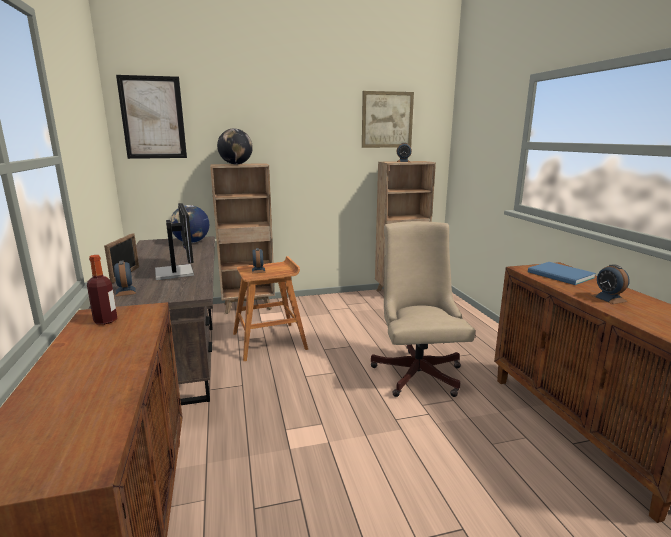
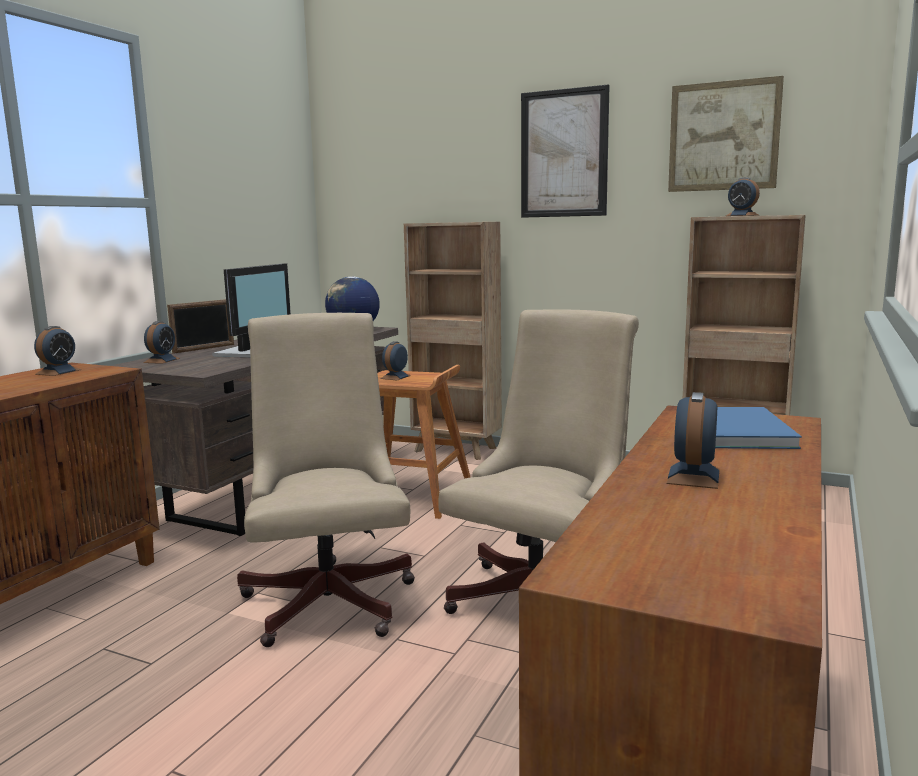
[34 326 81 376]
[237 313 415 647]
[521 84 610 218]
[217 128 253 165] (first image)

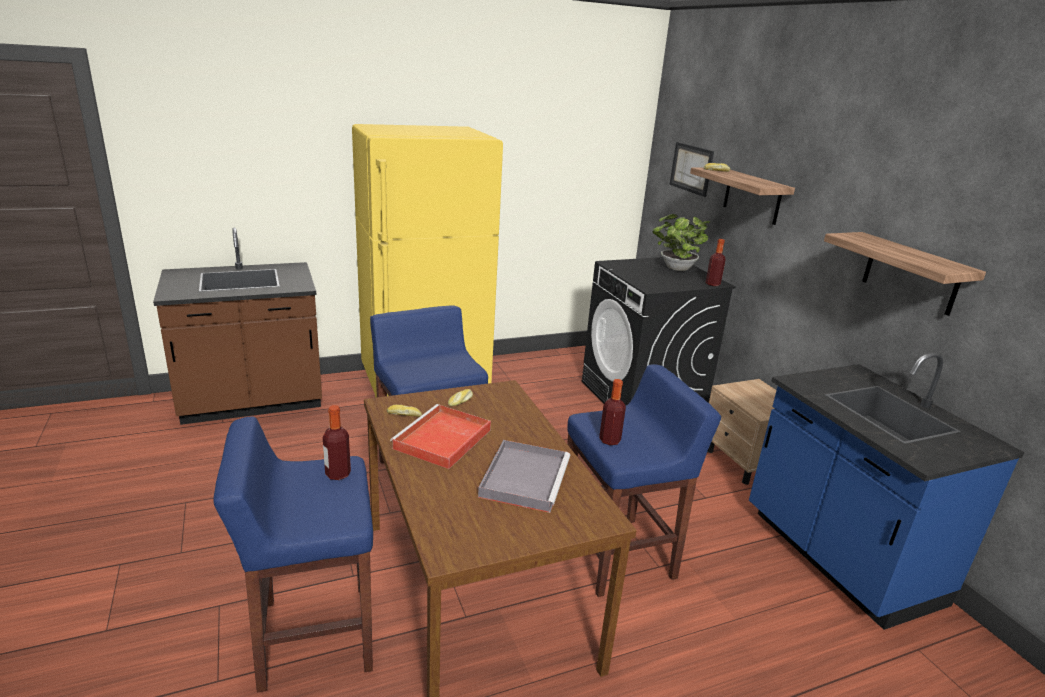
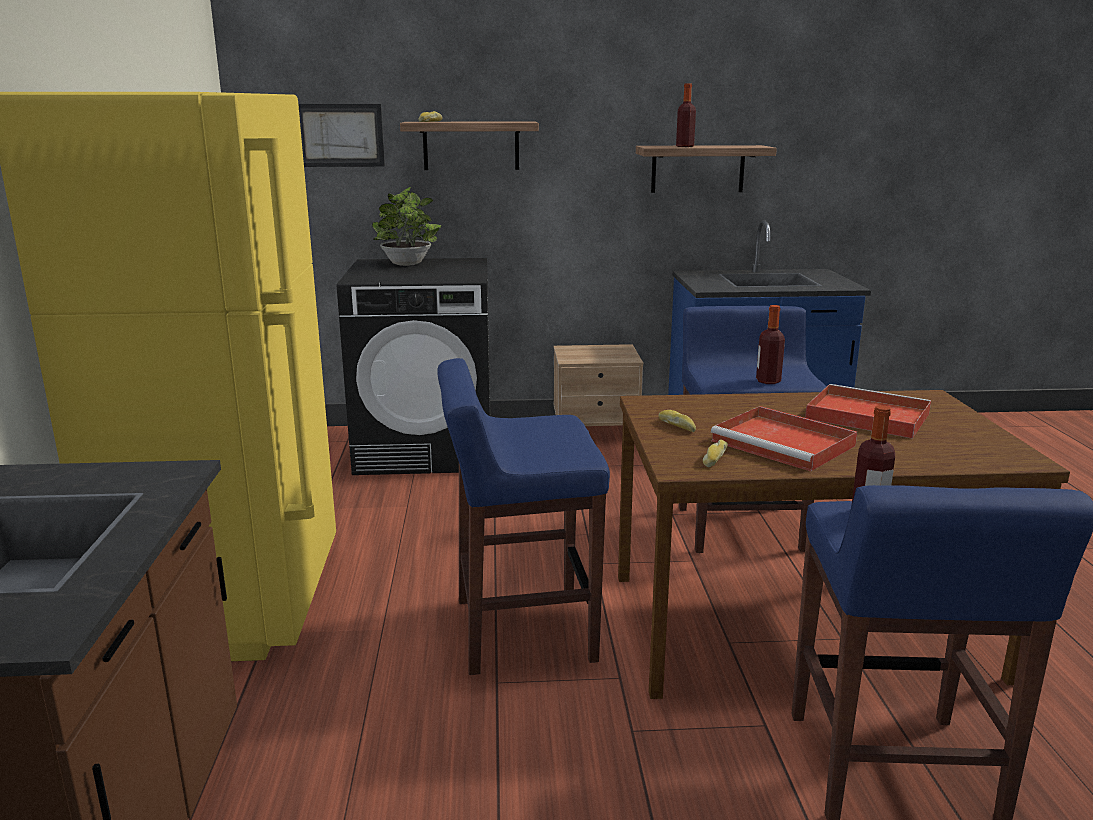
[676 84 696 147]
[805 384 931 439]

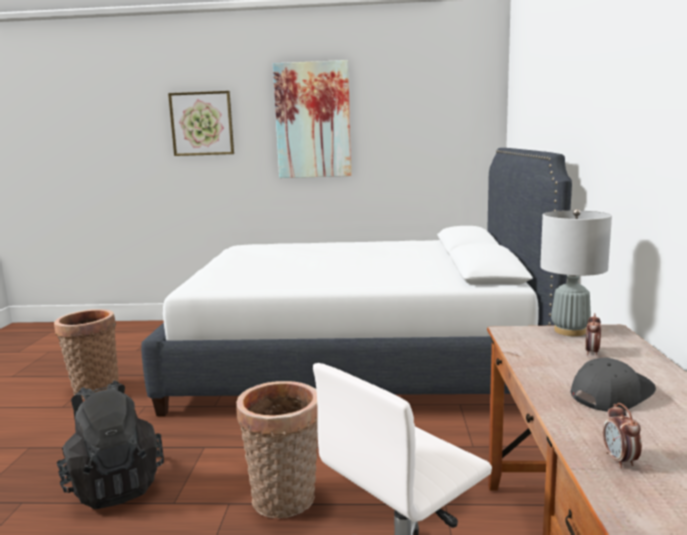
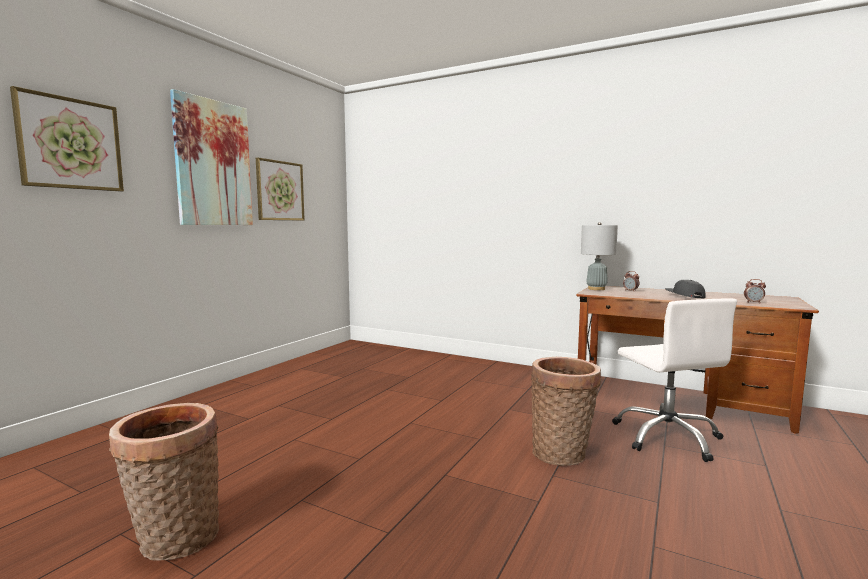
[256 158 305 221]
[57 381 164 509] (first image)
[141 148 572 416] (first image)

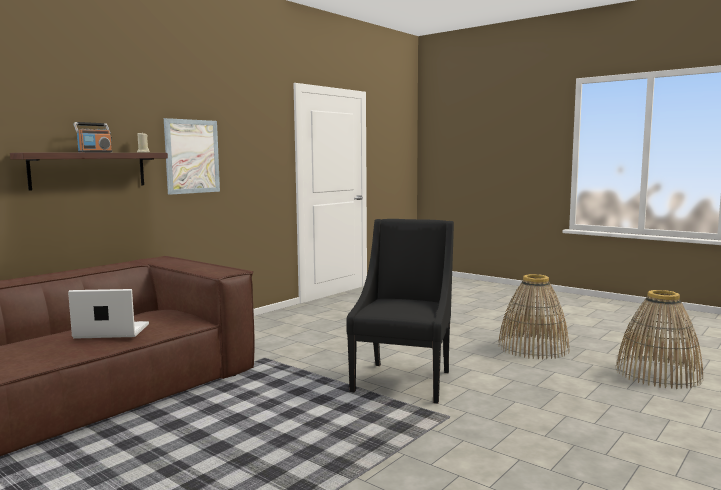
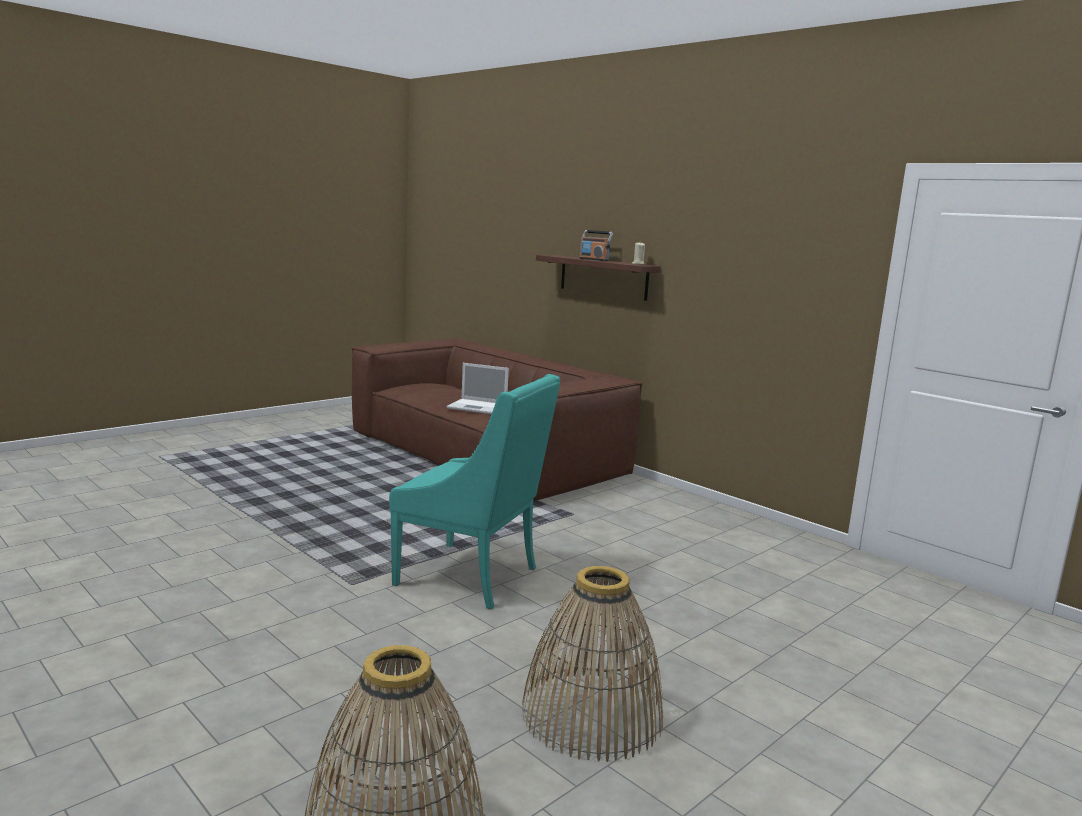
[389 374 560 610]
[447 363 509 414]
[164 118 220 195] (first image)

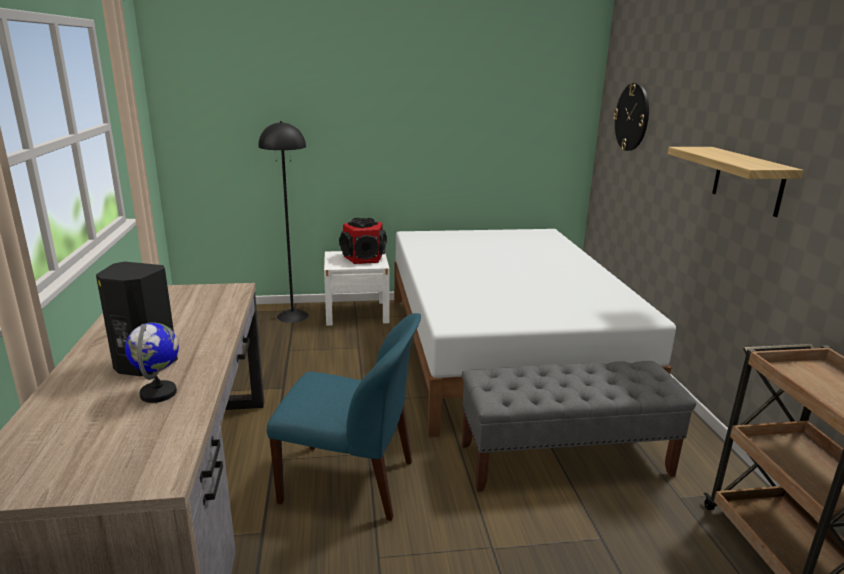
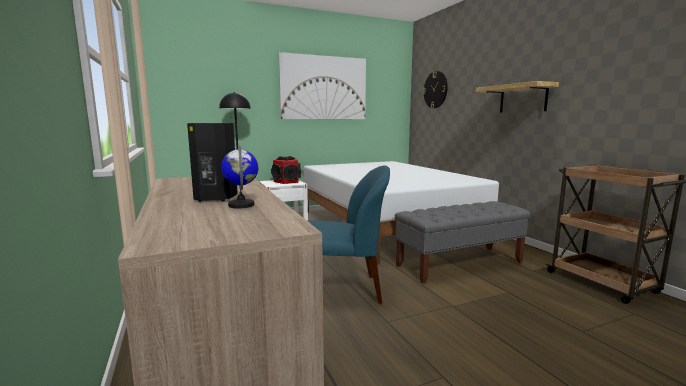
[278 52 366 119]

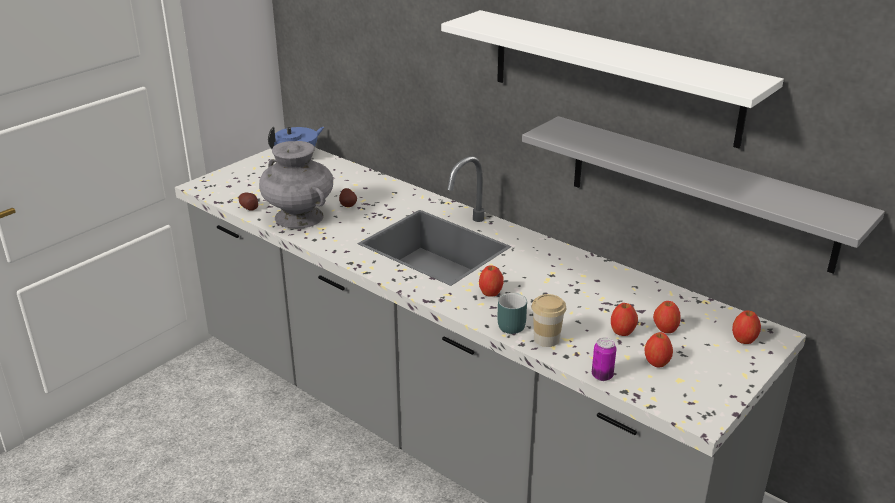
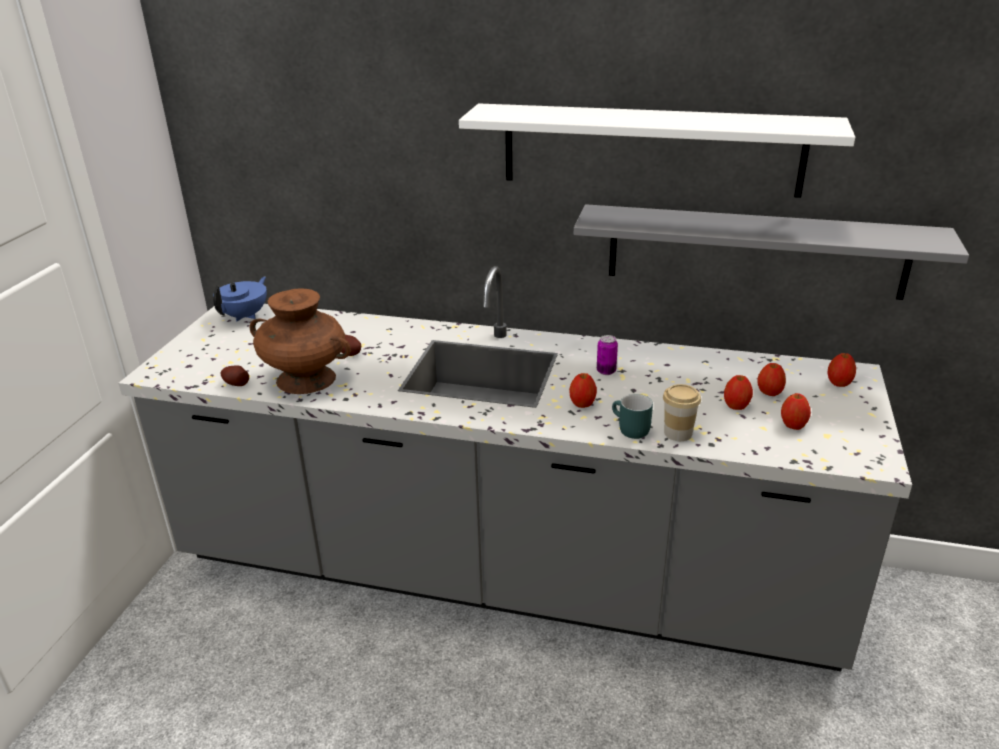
[250 288 351 394]
[597 335 618 375]

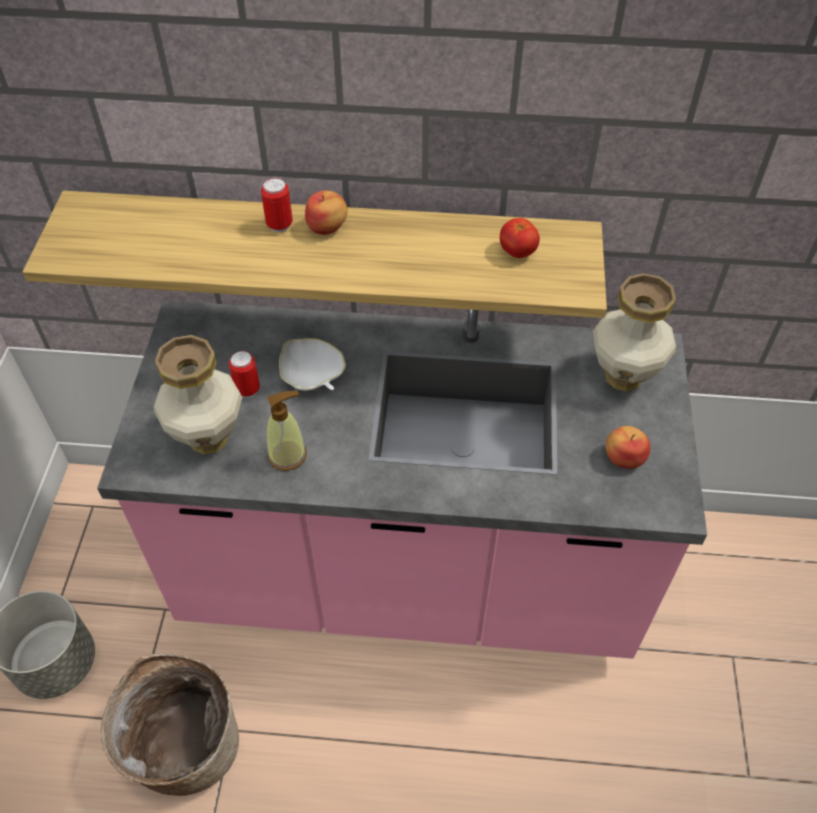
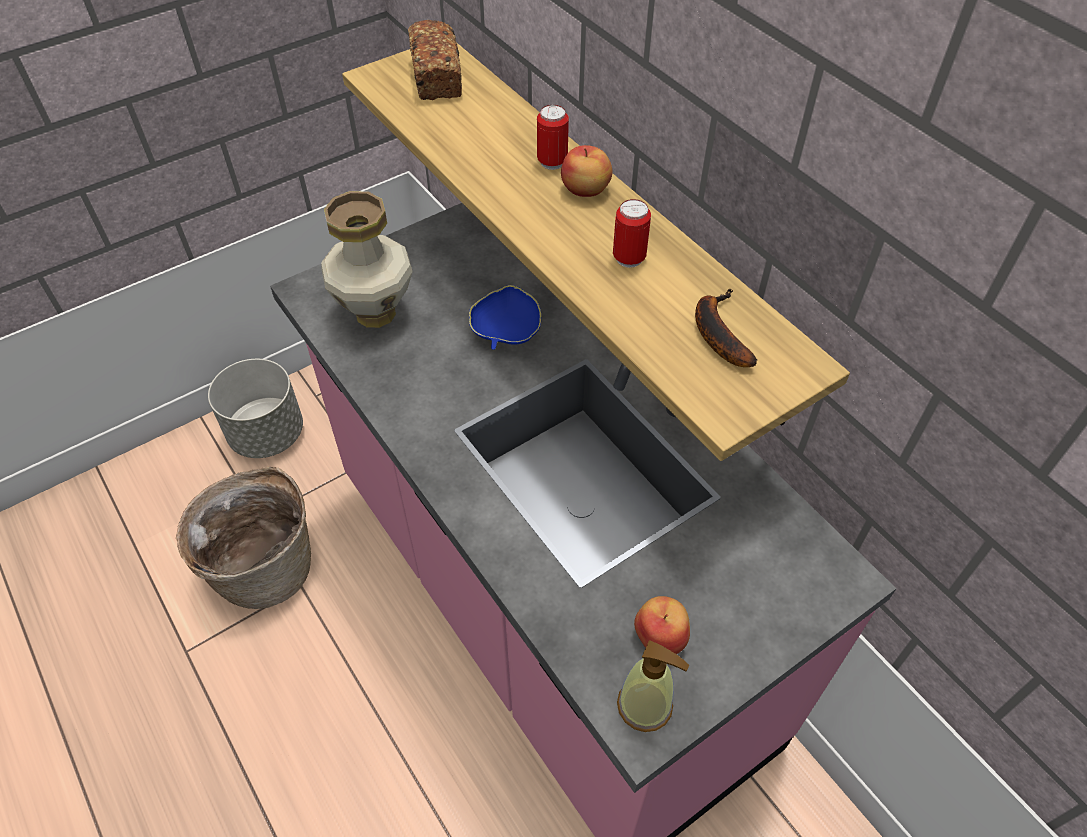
[408 20 462 100]
[469 285 541 350]
[613 199 651 268]
[617 640 689 732]
[695 289 757 367]
[593 273 676 391] (first image)

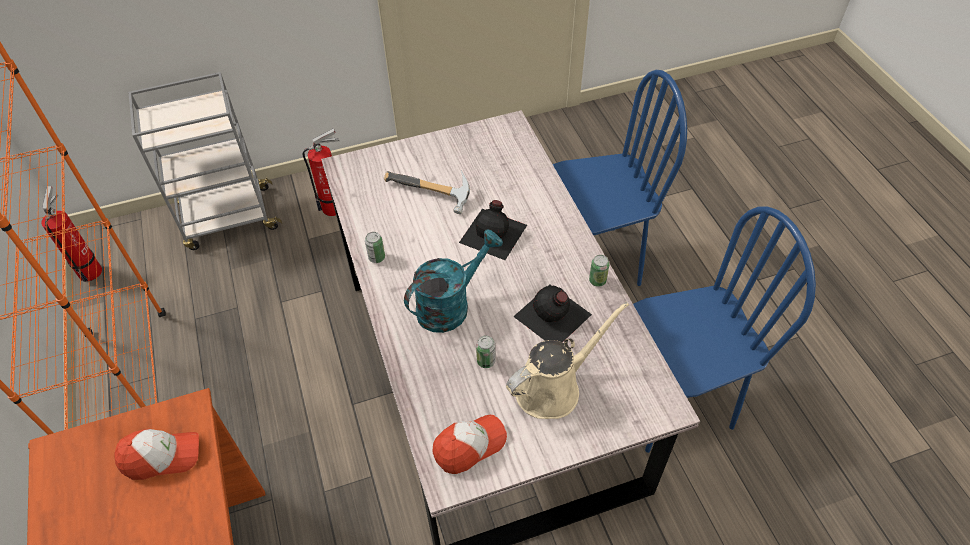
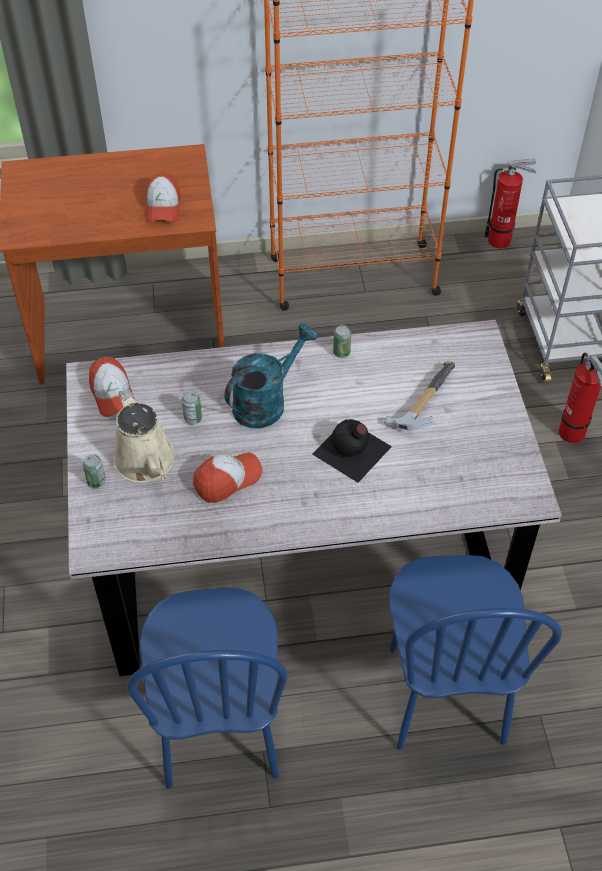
[83 454 106 488]
[193 452 262 503]
[225 323 317 428]

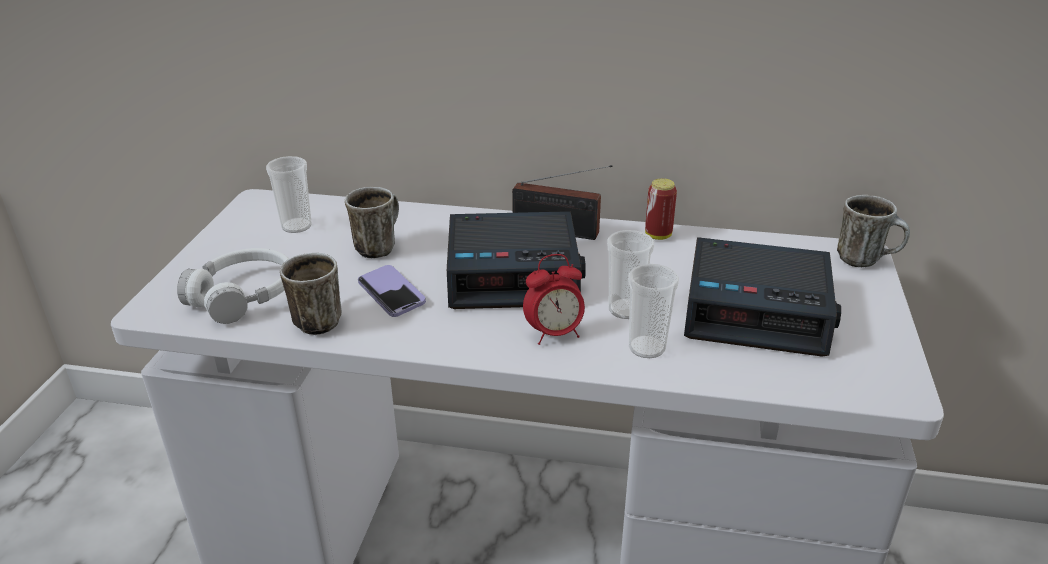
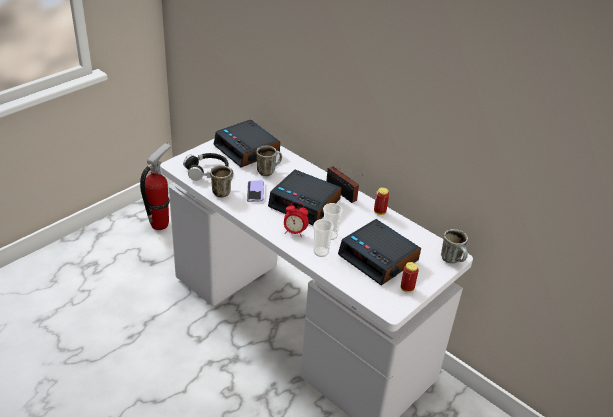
[140 142 172 230]
[183 153 229 181]
[213 120 280 167]
[401 262 419 292]

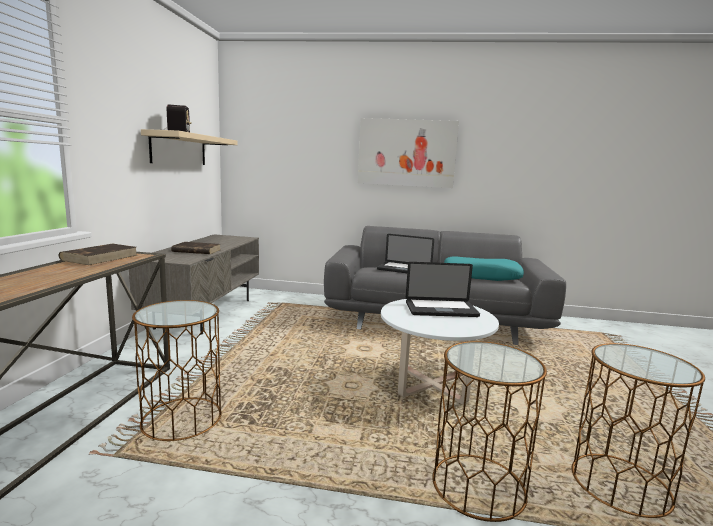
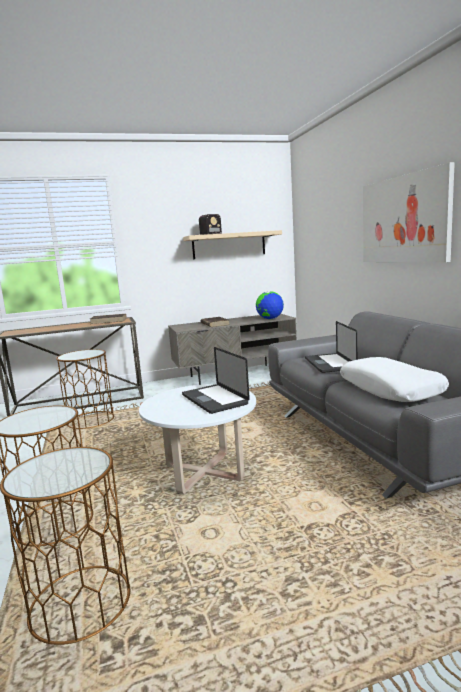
[256 291 284 319]
[340 357 449 402]

